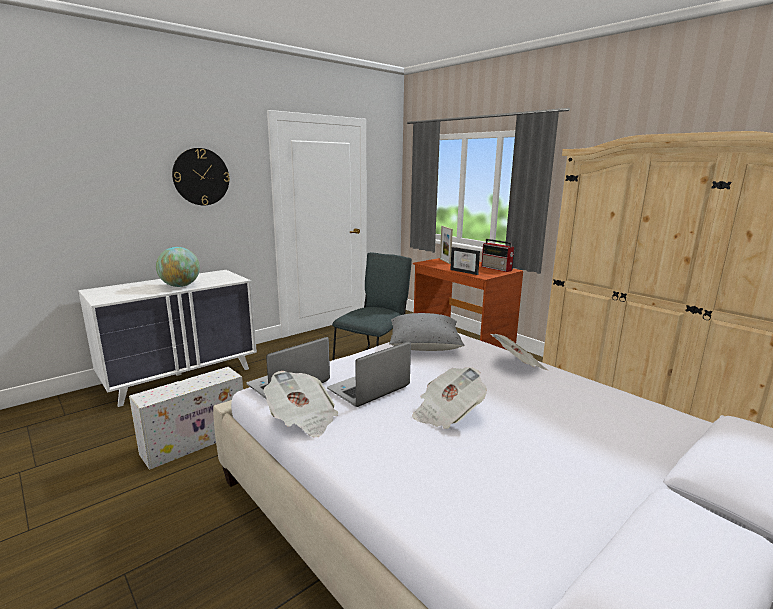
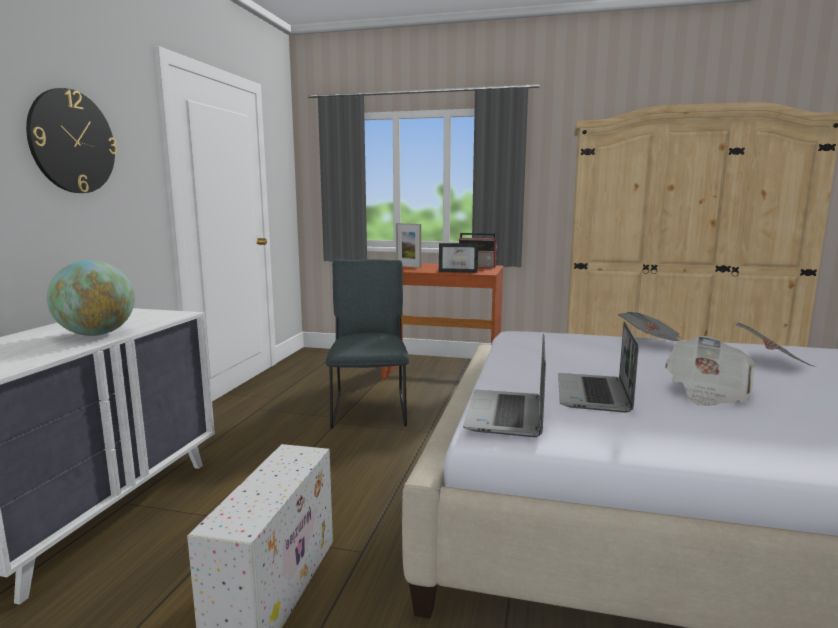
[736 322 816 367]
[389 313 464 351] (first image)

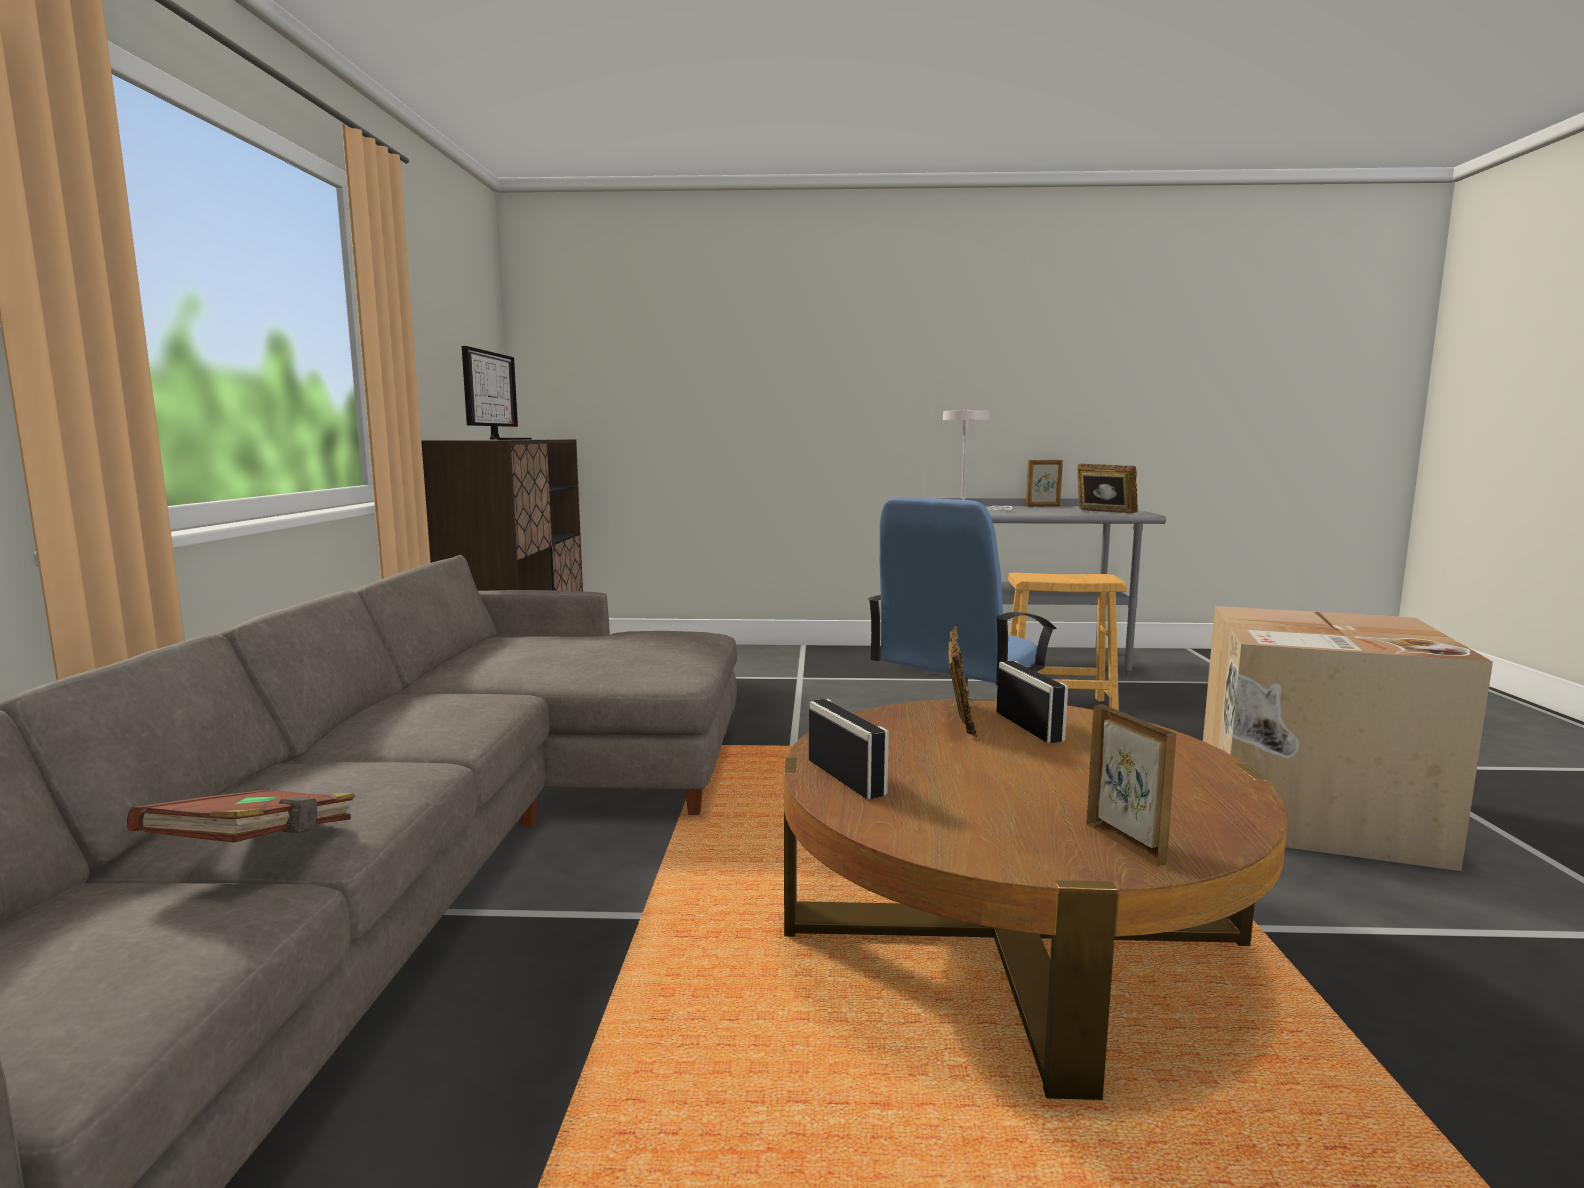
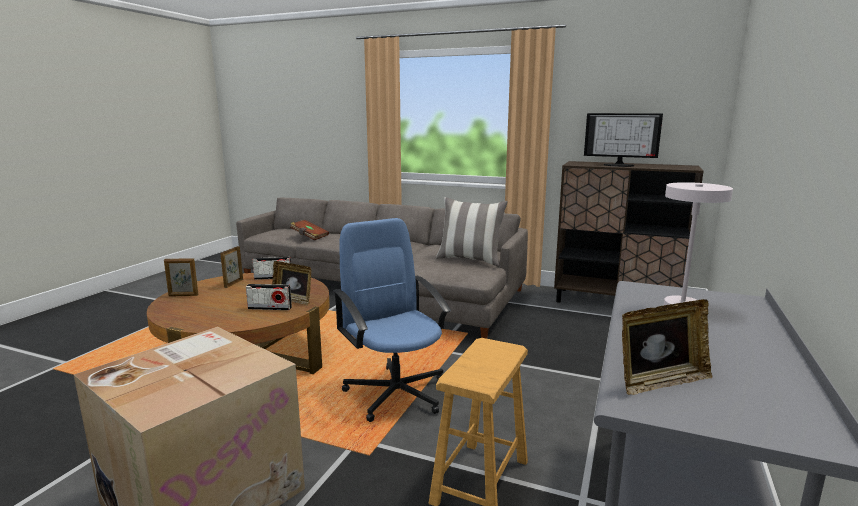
[220 246 243 288]
[436 197 508 266]

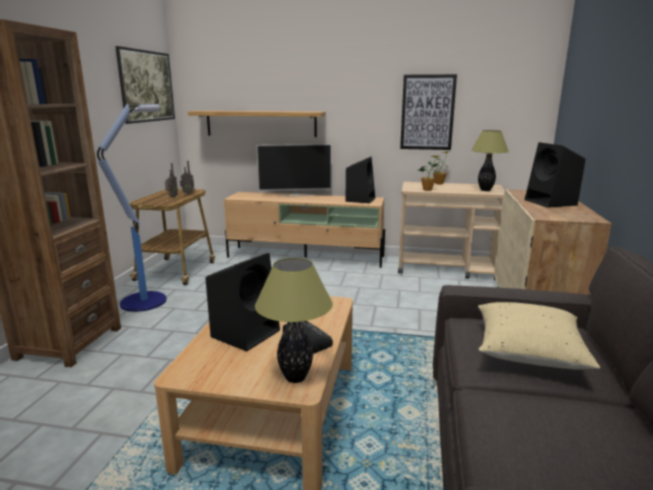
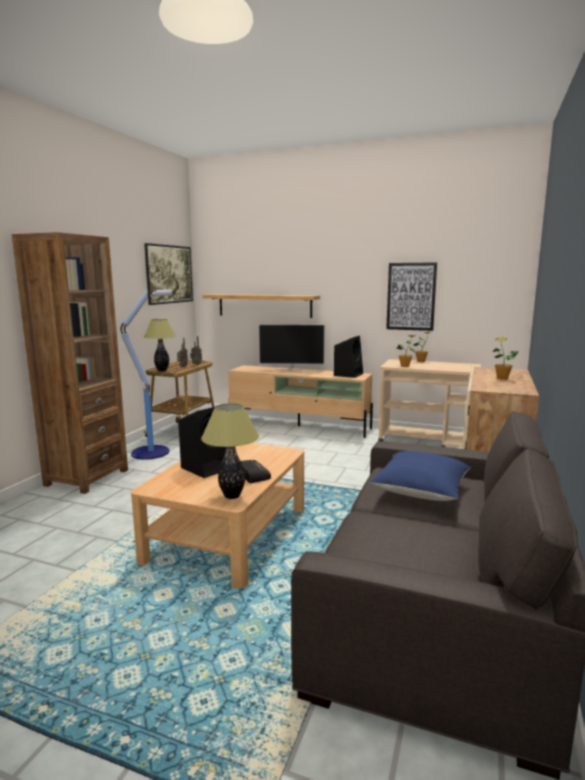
[144 319 176 371]
[370 451 471 501]
[493 338 519 380]

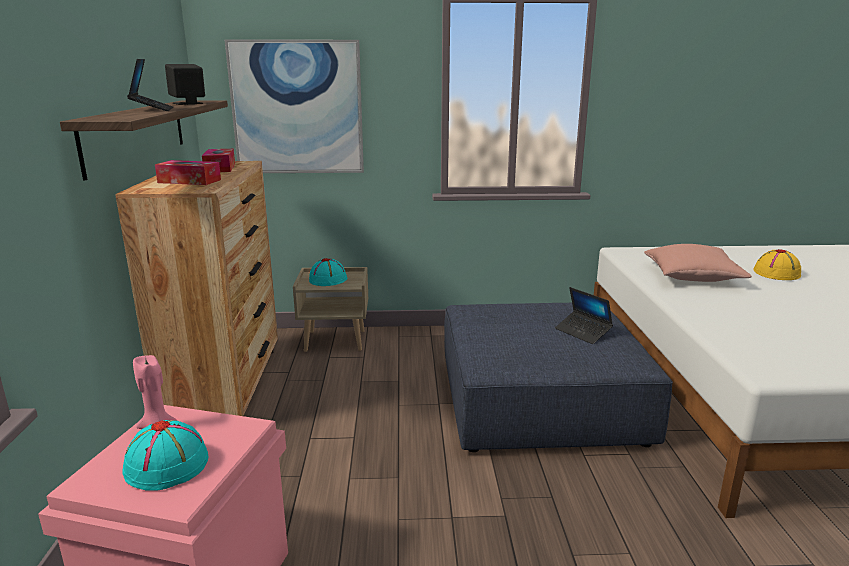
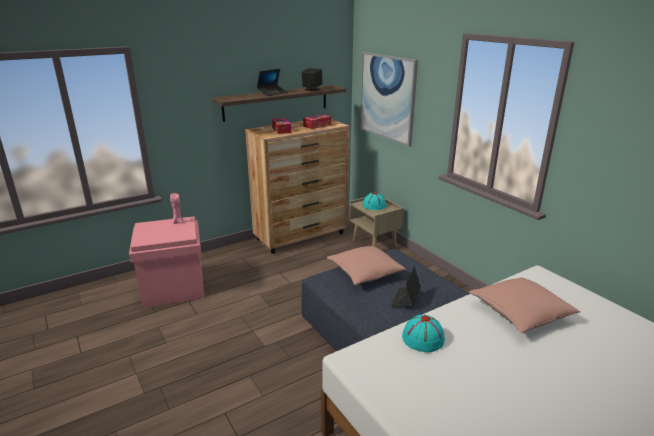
[327 246 406 285]
[402 315 445 352]
[754 249 801 280] (first image)

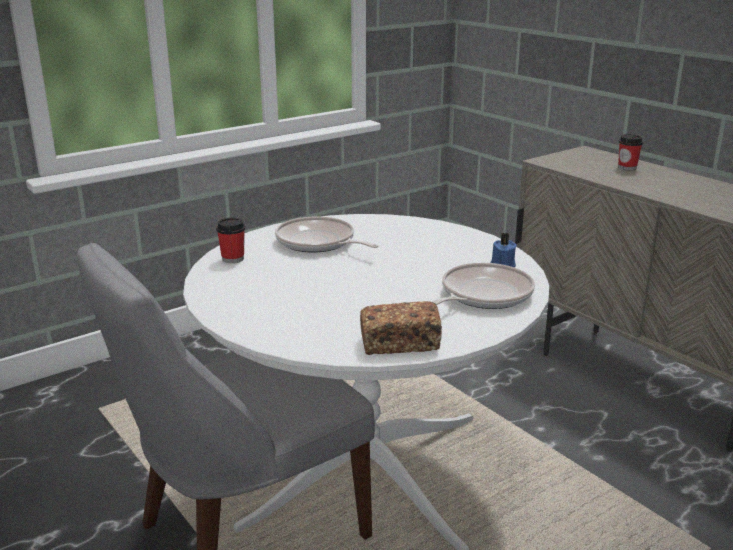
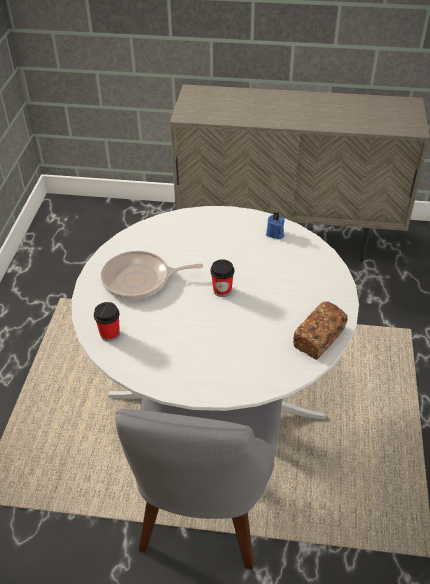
[210 259 234 297]
[431 263 535 309] (first image)

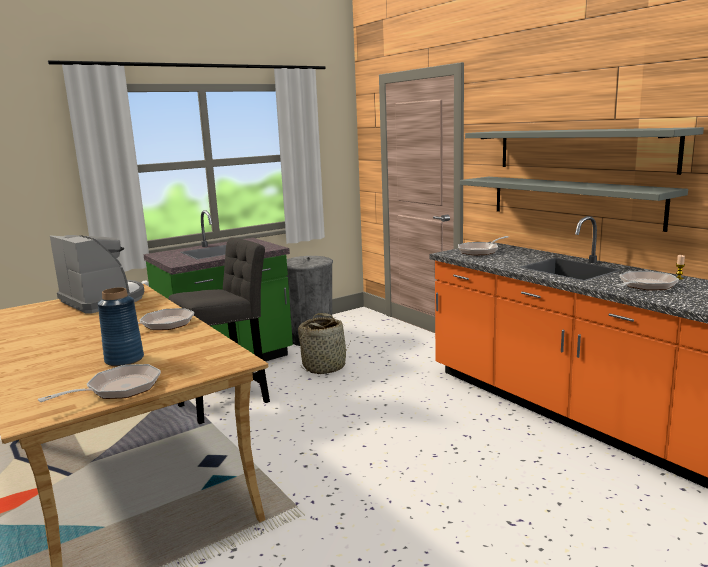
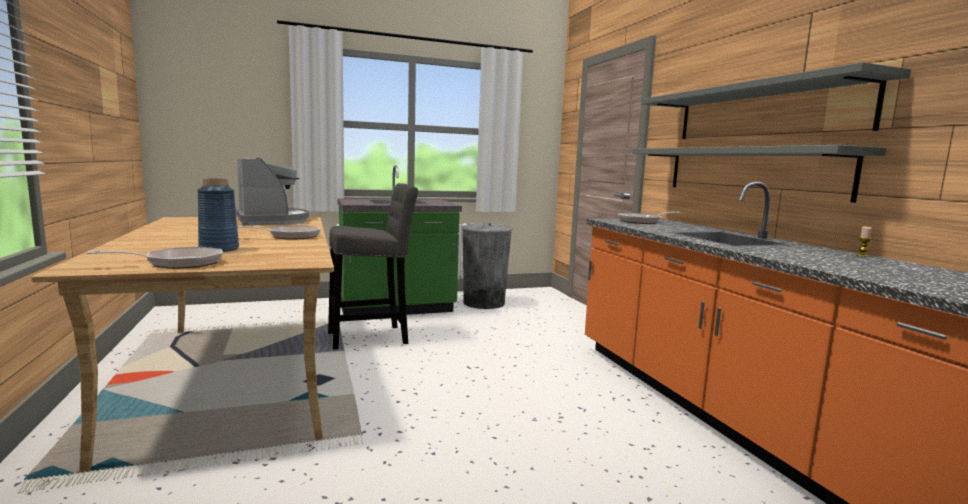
[298 313 349 374] (first image)
[616 271 679 290] (first image)

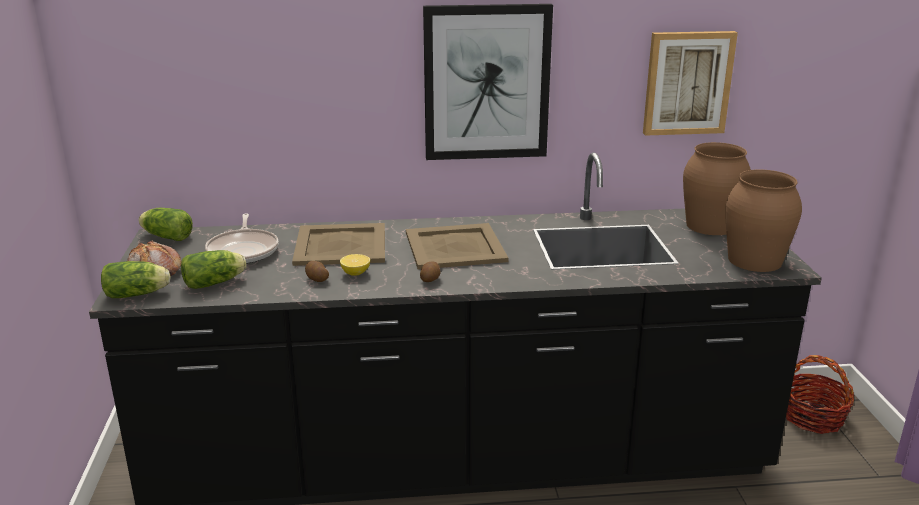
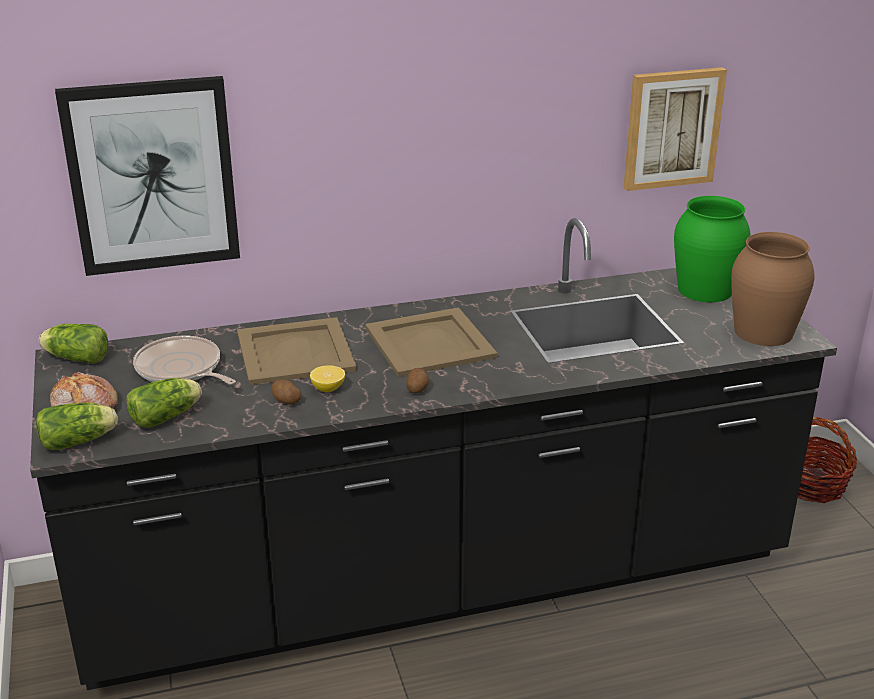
[55 76 240 276]
[133 336 236 384]
[674 196 751 302]

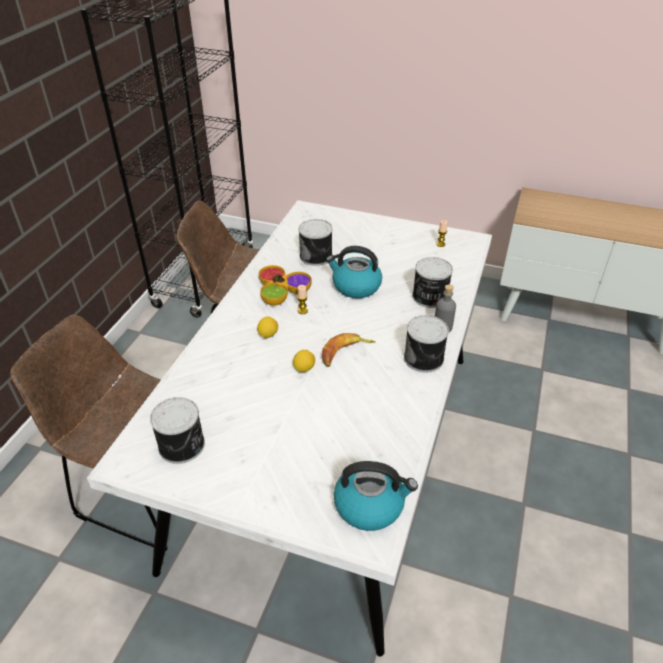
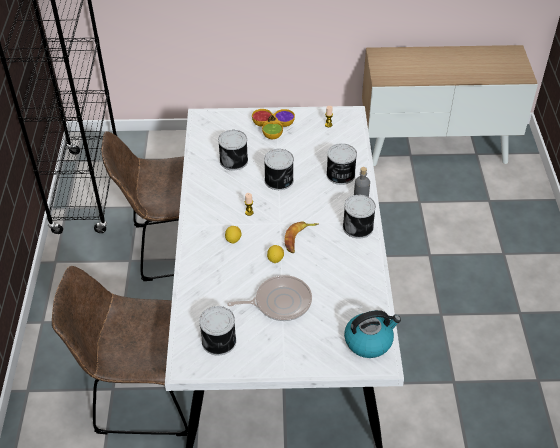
[227 275 312 321]
[252 109 295 139]
[264 149 294 190]

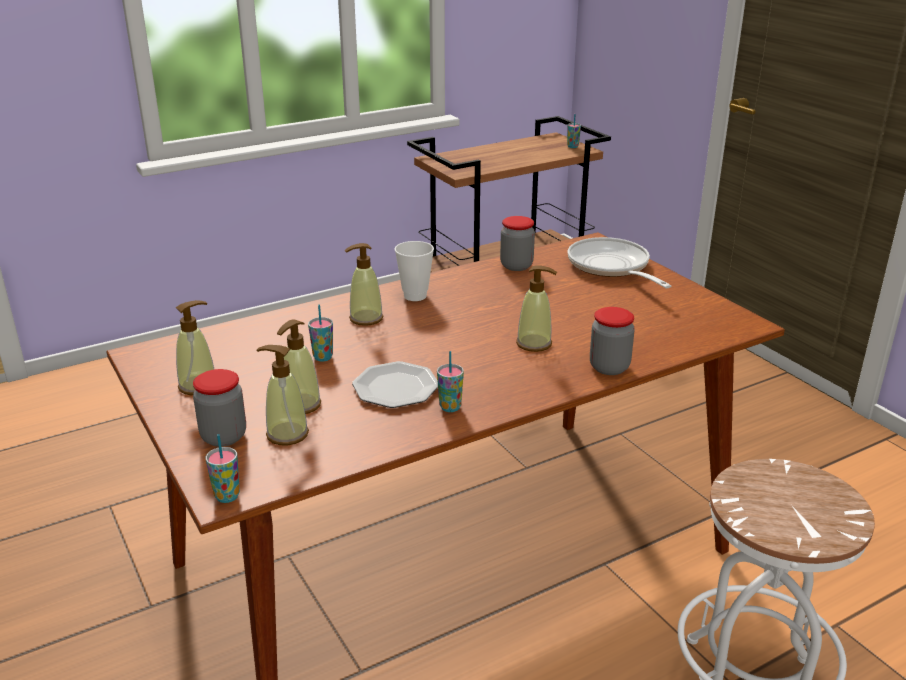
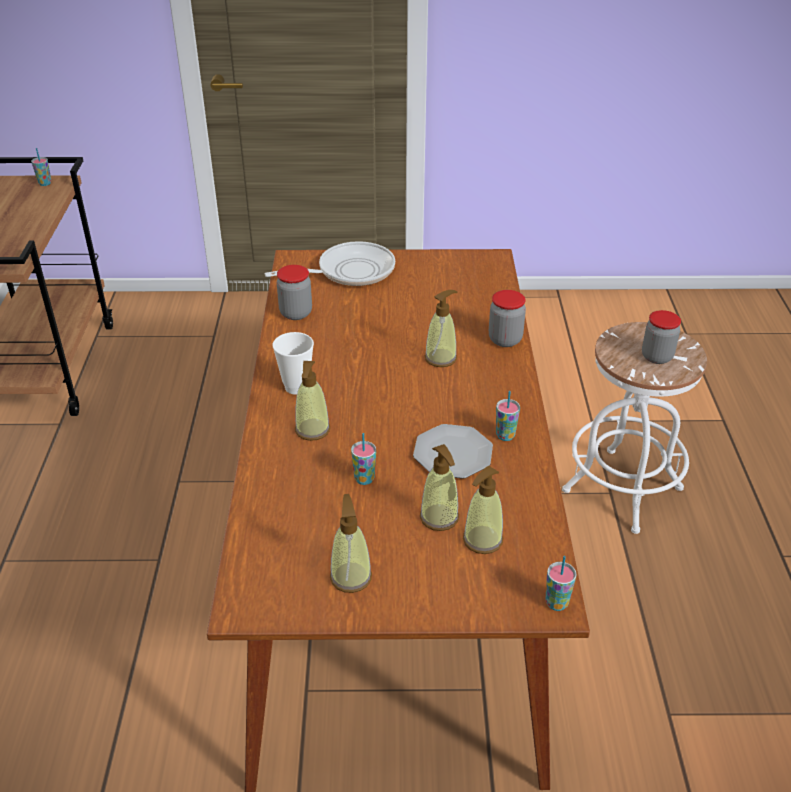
[264 241 395 286]
[642 310 681 364]

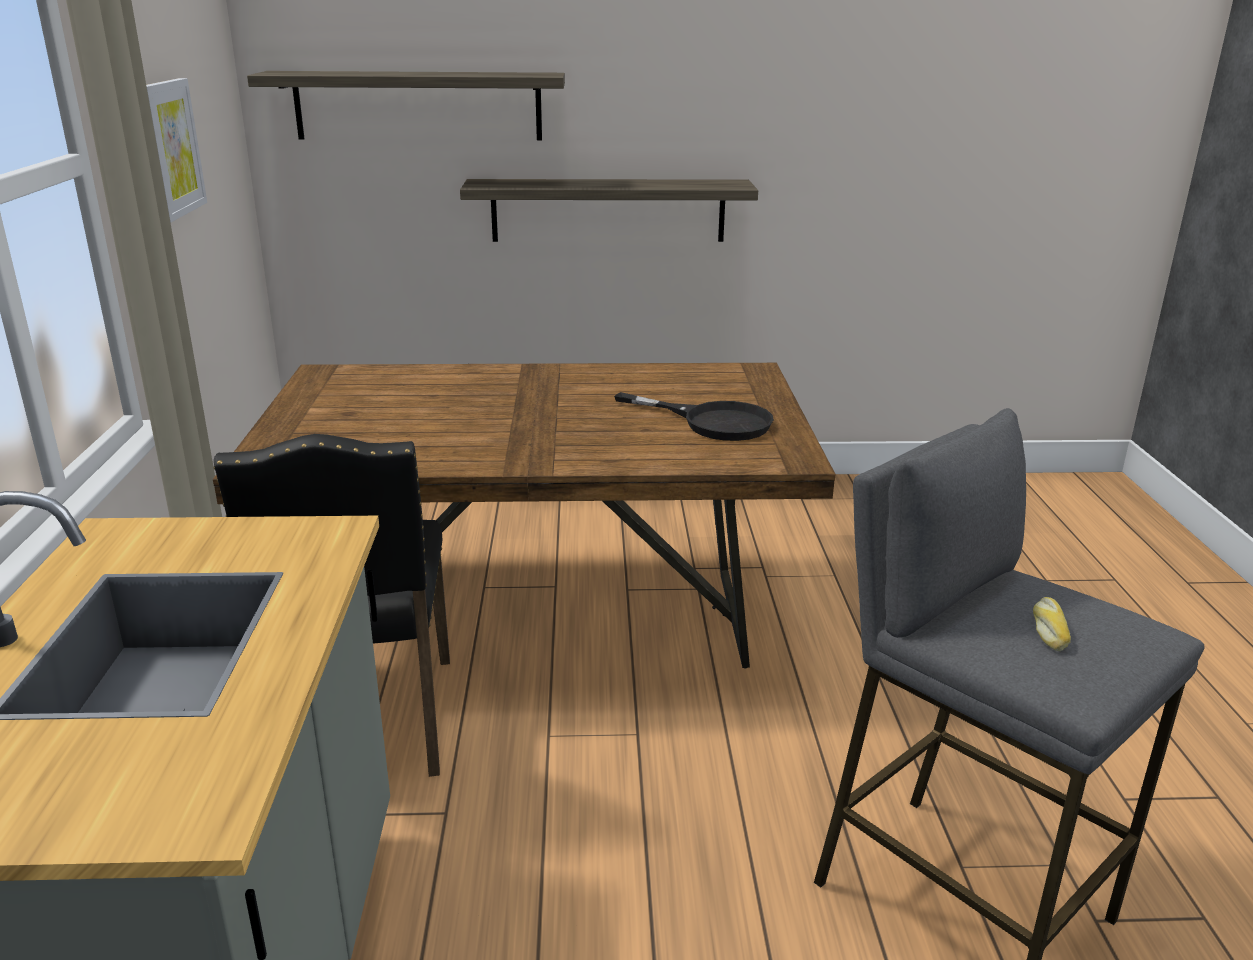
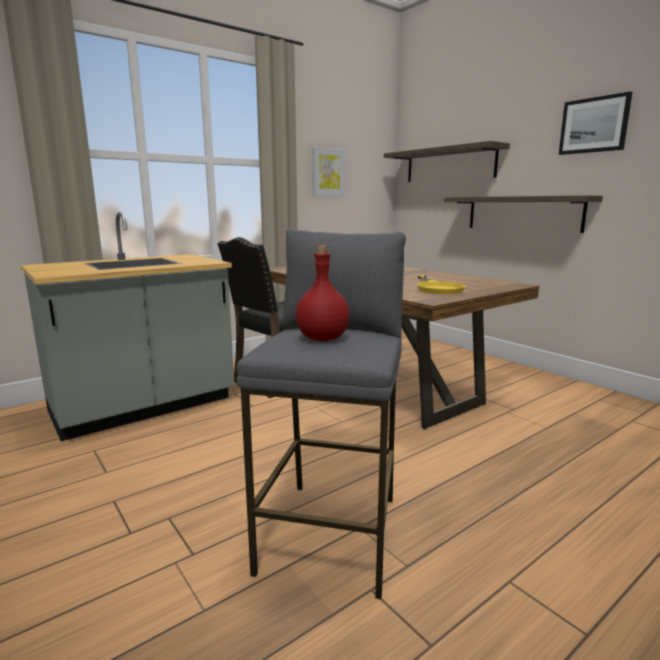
[296 245 350 341]
[417 275 465 294]
[559 91 632 155]

